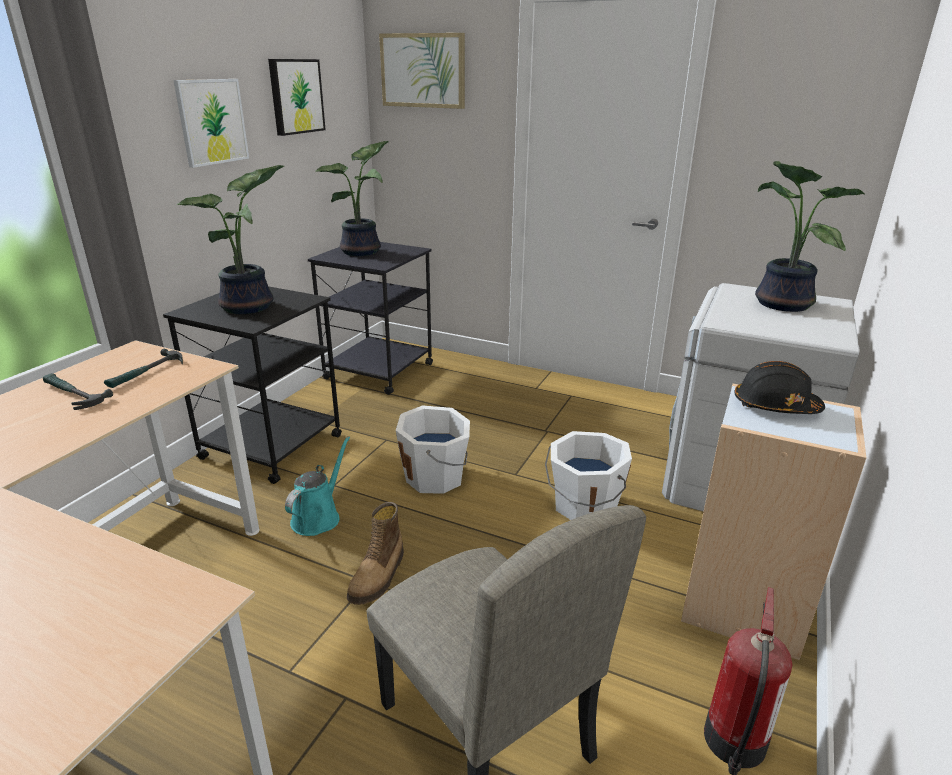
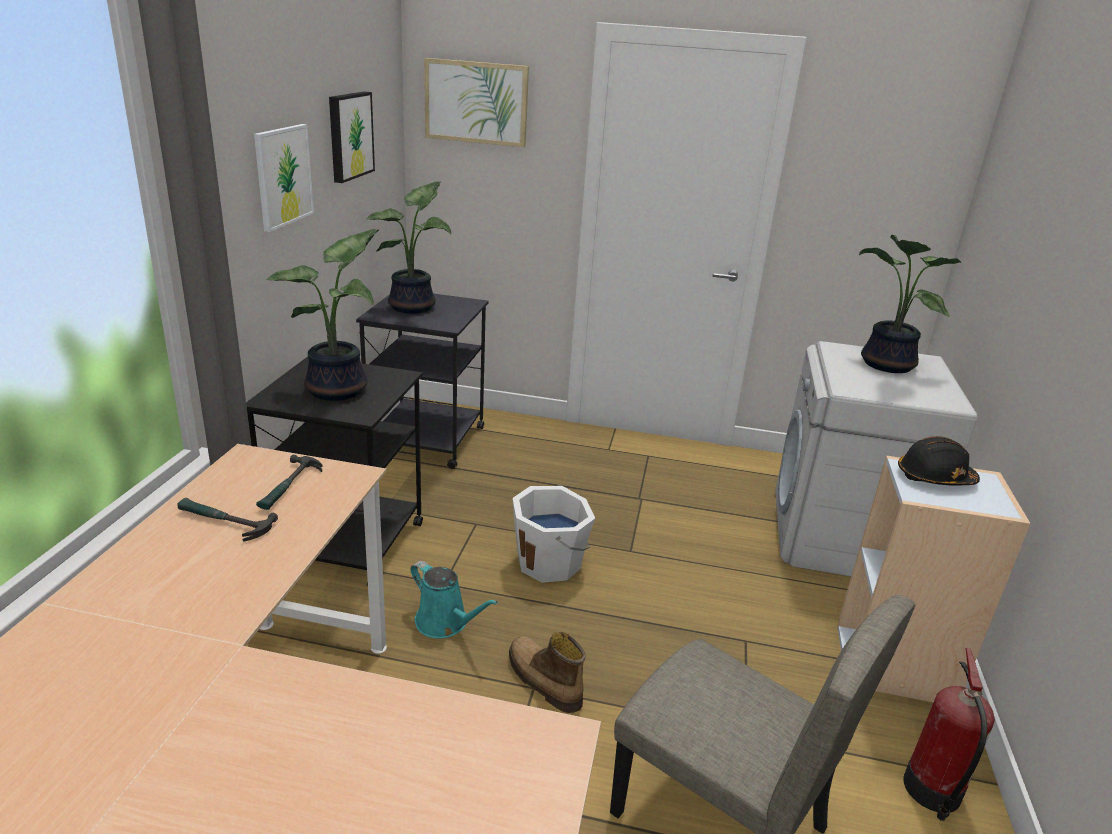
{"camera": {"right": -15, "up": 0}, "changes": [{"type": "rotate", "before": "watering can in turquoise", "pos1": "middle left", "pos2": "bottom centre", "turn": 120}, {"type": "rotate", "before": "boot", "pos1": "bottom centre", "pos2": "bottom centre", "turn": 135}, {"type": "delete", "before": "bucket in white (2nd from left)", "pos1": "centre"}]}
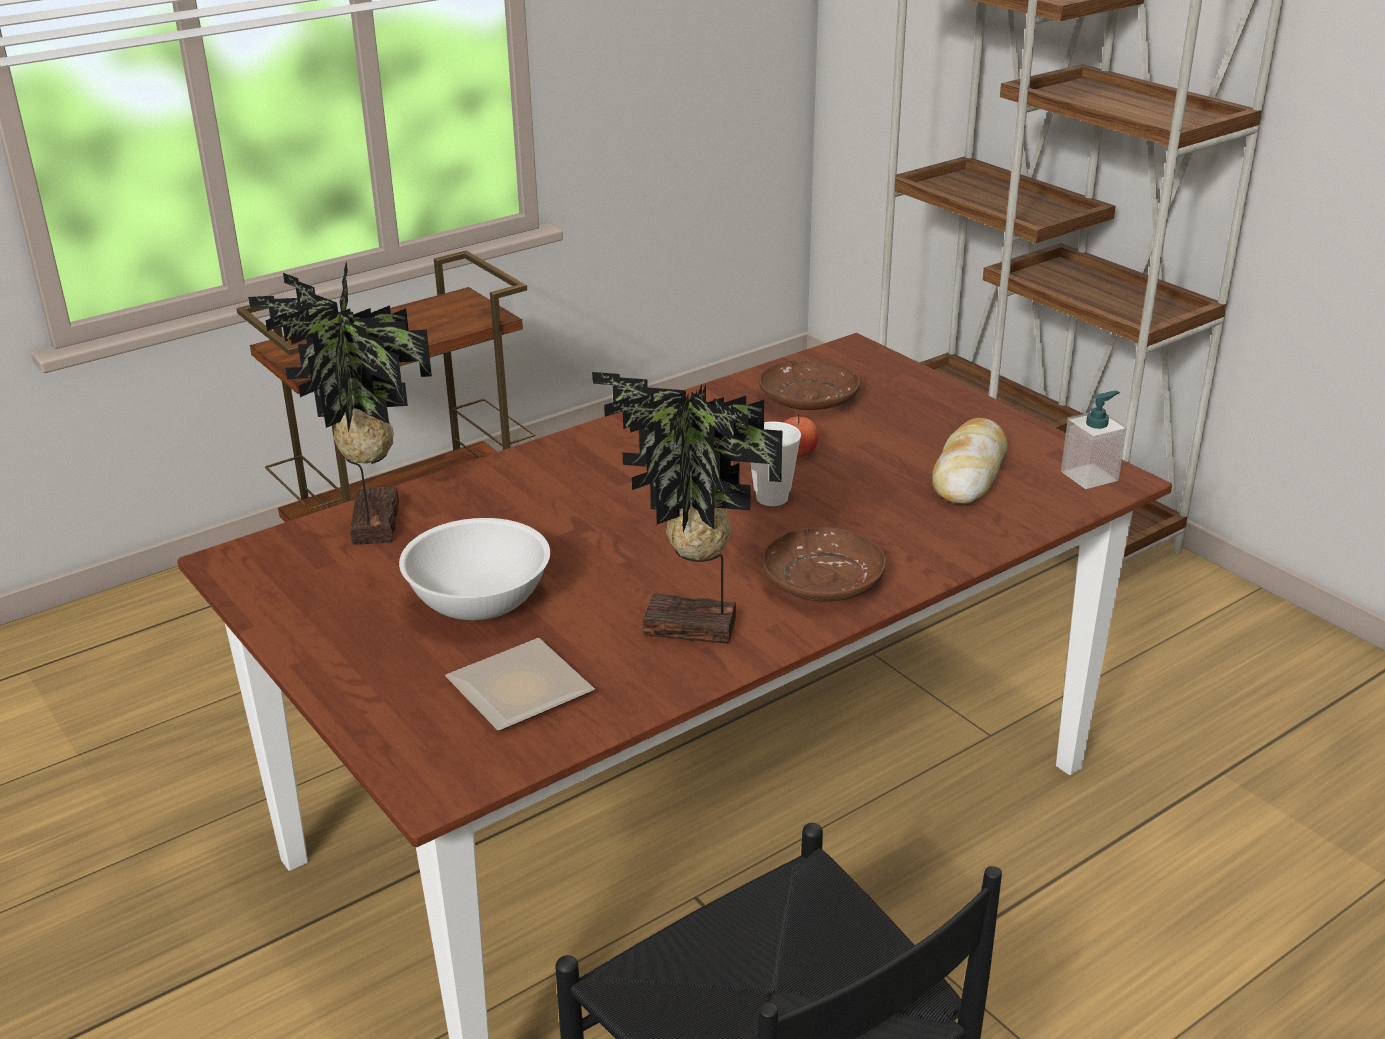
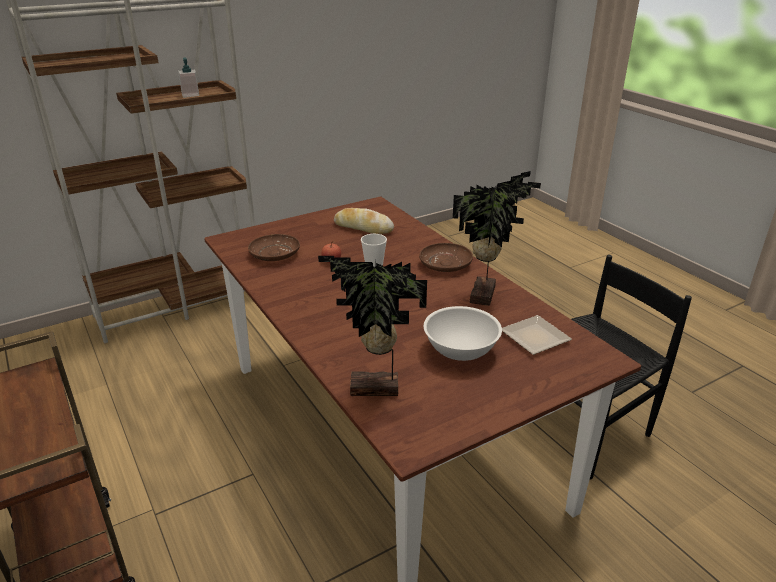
{"camera": {"right": -85, "up": 0}, "changes": [{"type": "move", "before": "soap dispenser", "pos1": "middle right", "pos2": "top left"}]}
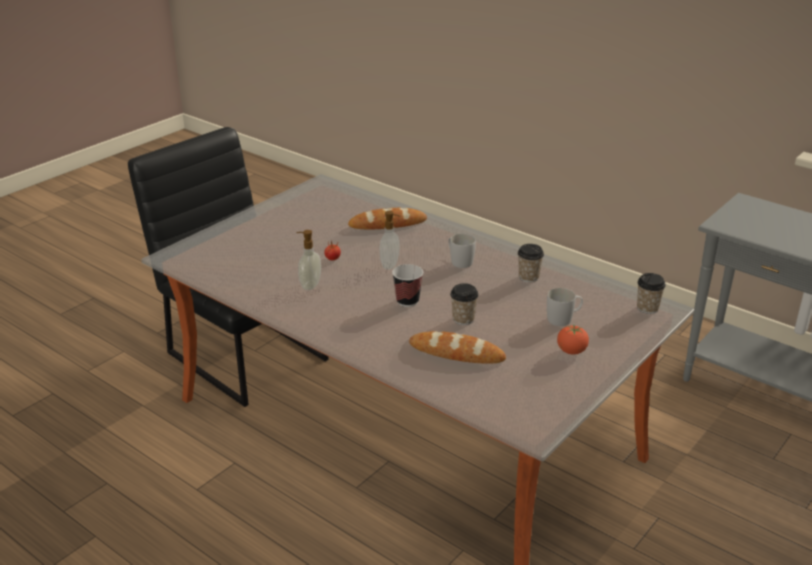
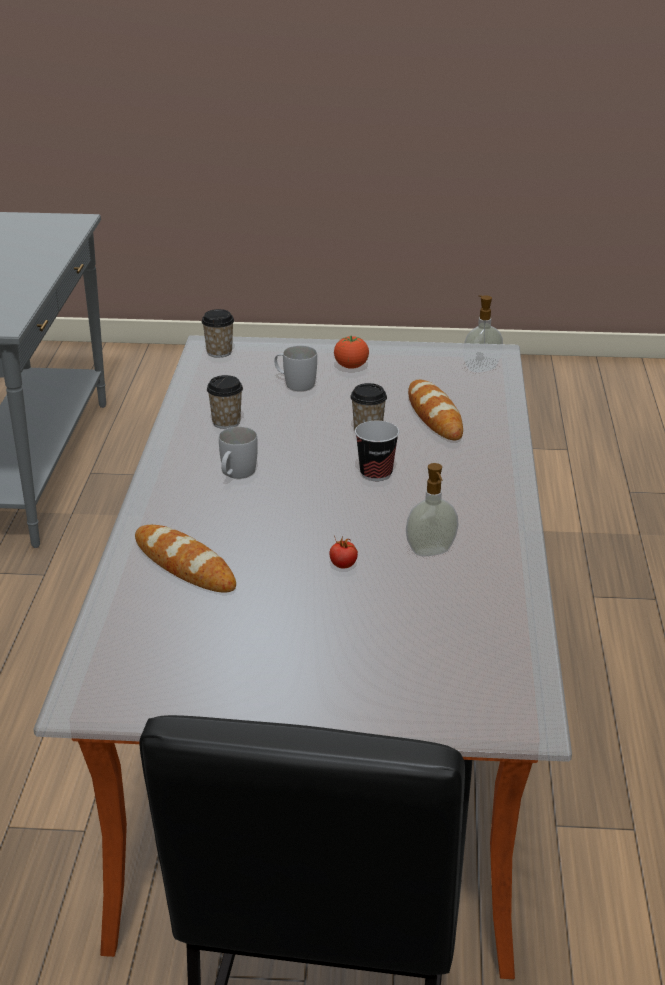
{"camera": {"right": -125, "up": 0}, "changes": [{"type": "move", "before": "soap dispenser (2nd from left)", "pos1": "centre", "pos2": "middle right"}]}
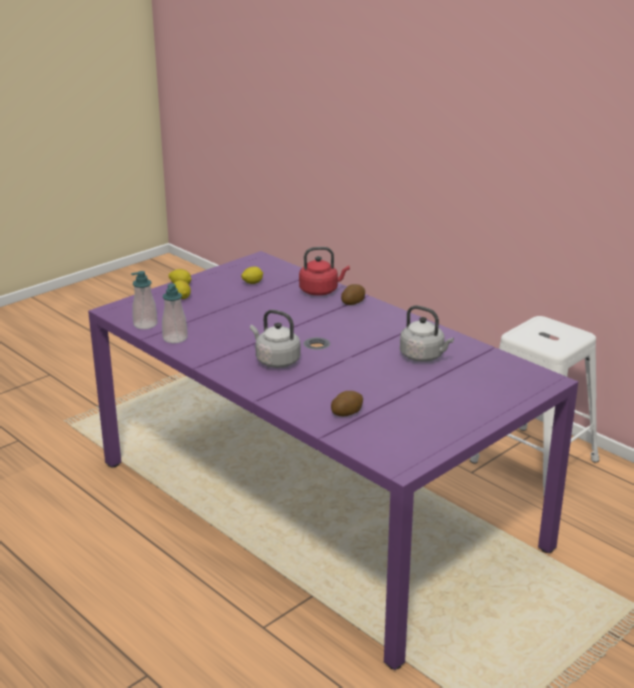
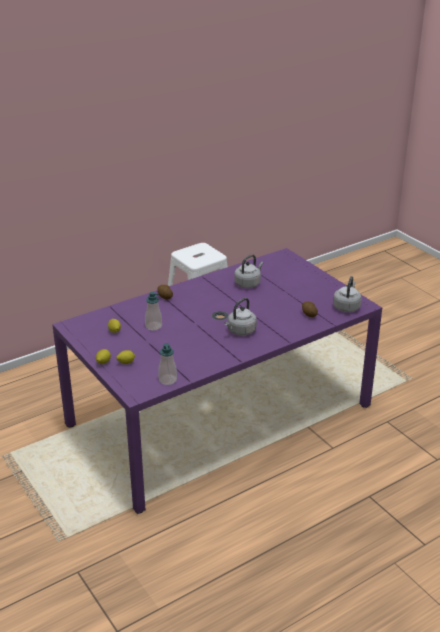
{"camera": {"right": -80, "up": 5}, "changes": [{"type": "move", "before": "soap dispenser (2nd from left in the first image)", "after": "soap dispenser (1st from left)", "pos1": "middle left", "pos2": "centre"}, {"type": "insert", "after": "kettle in grey (3rd from left)", "pos2": "middle right"}, {"type": "delete", "before": "kettle in red", "pos1": "centre"}]}
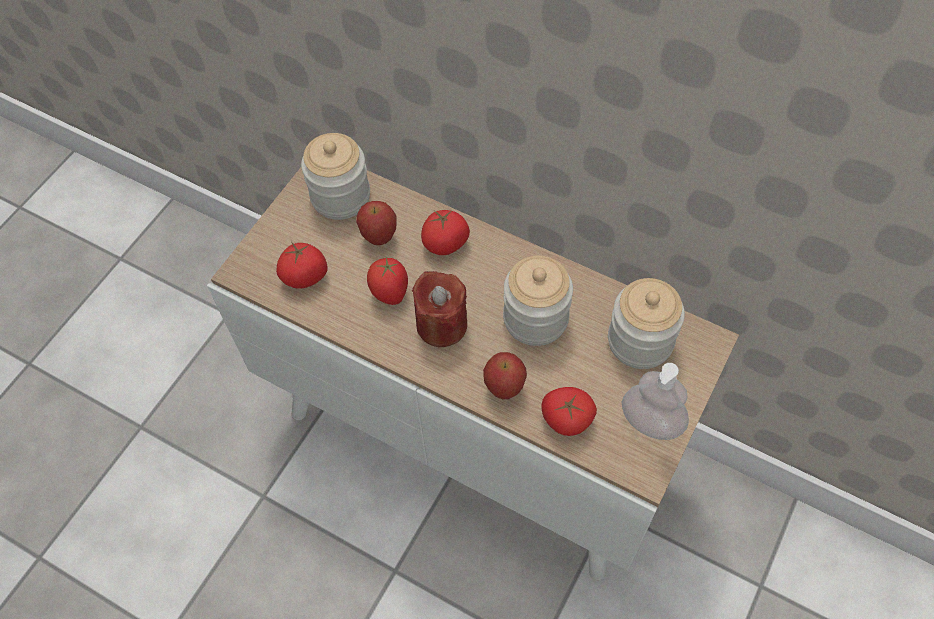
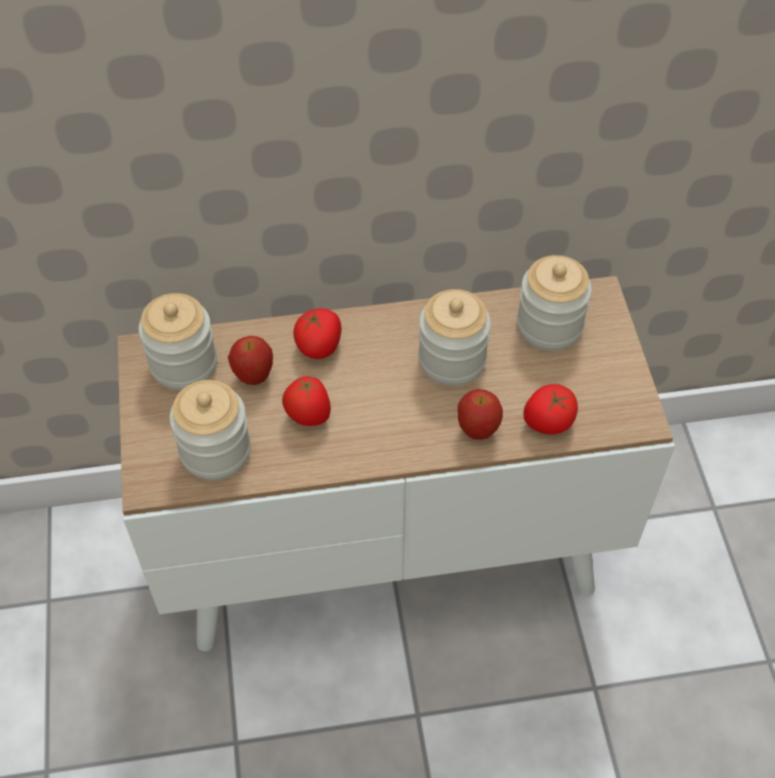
{"camera": {"right": -40, "up": -5}, "changes": [{"type": "replace", "before": "tomato (1st from left)", "after": "jar (2nd from left)", "pos1": "middle left", "pos2": "middle left"}, {"type": "delete", "before": "candle in red", "pos1": "centre"}, {"type": "delete", "before": "soap dispenser", "pos1": "middle right"}]}
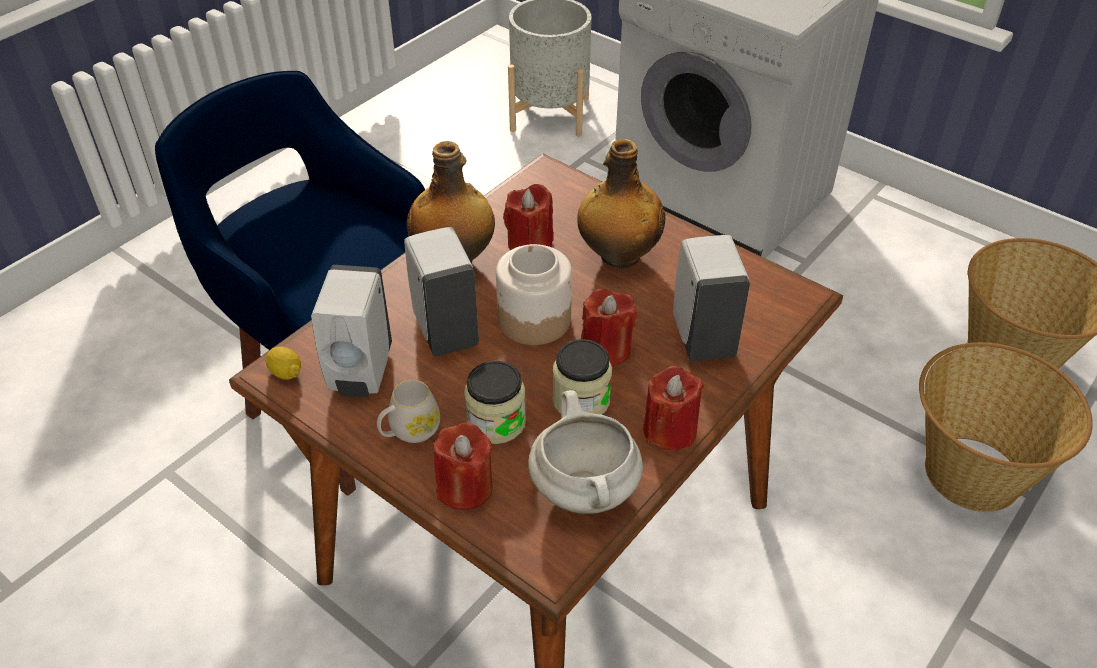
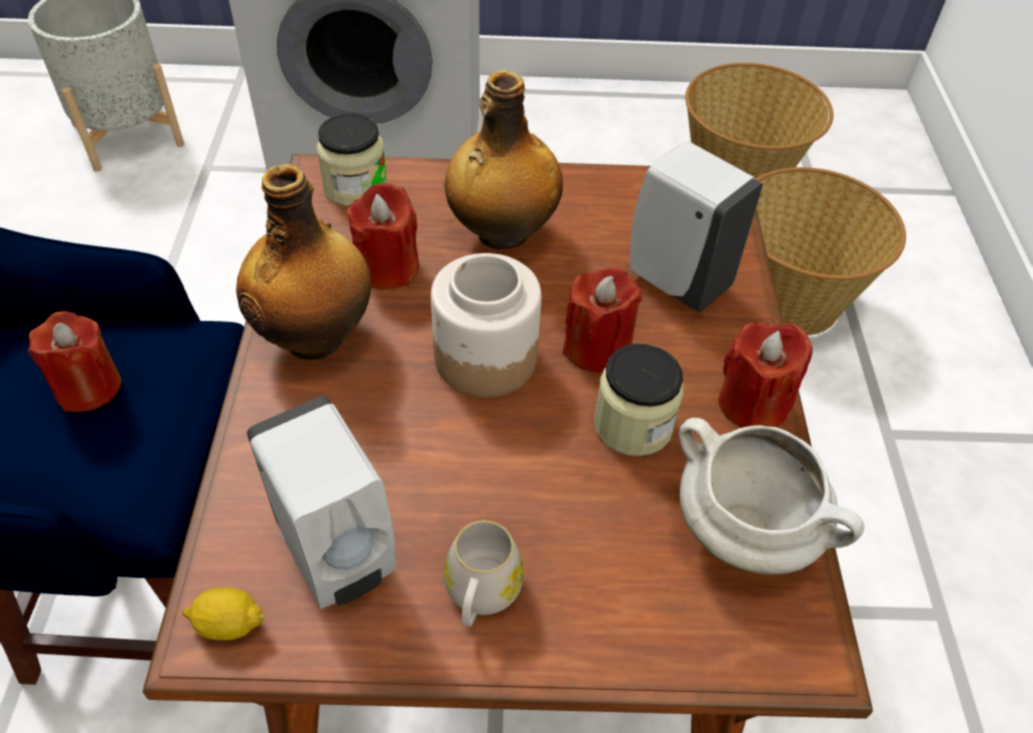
{"camera": {"right": -40, "up": 5}, "changes": [{"type": "move", "before": "candle in red (1st from left)", "pos1": "bottom centre", "pos2": "middle left"}, {"type": "move", "before": "jar (1st from left)", "pos1": "centre", "pos2": "top centre"}, {"type": "delete", "before": "soap dispenser in white (2nd from left)", "pos1": "centre"}]}
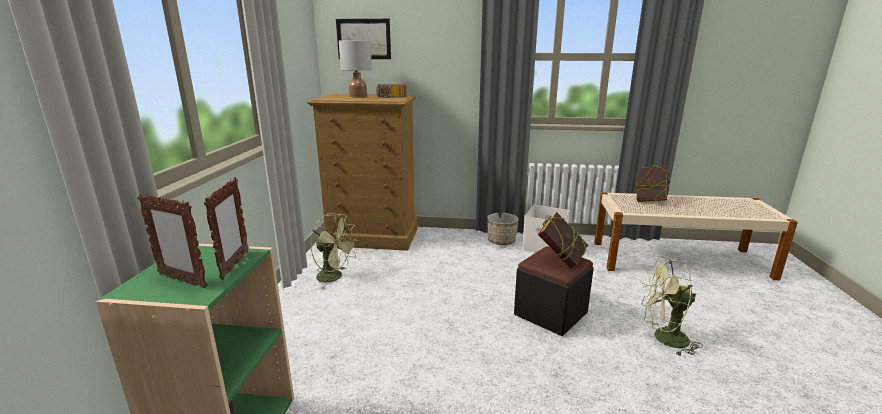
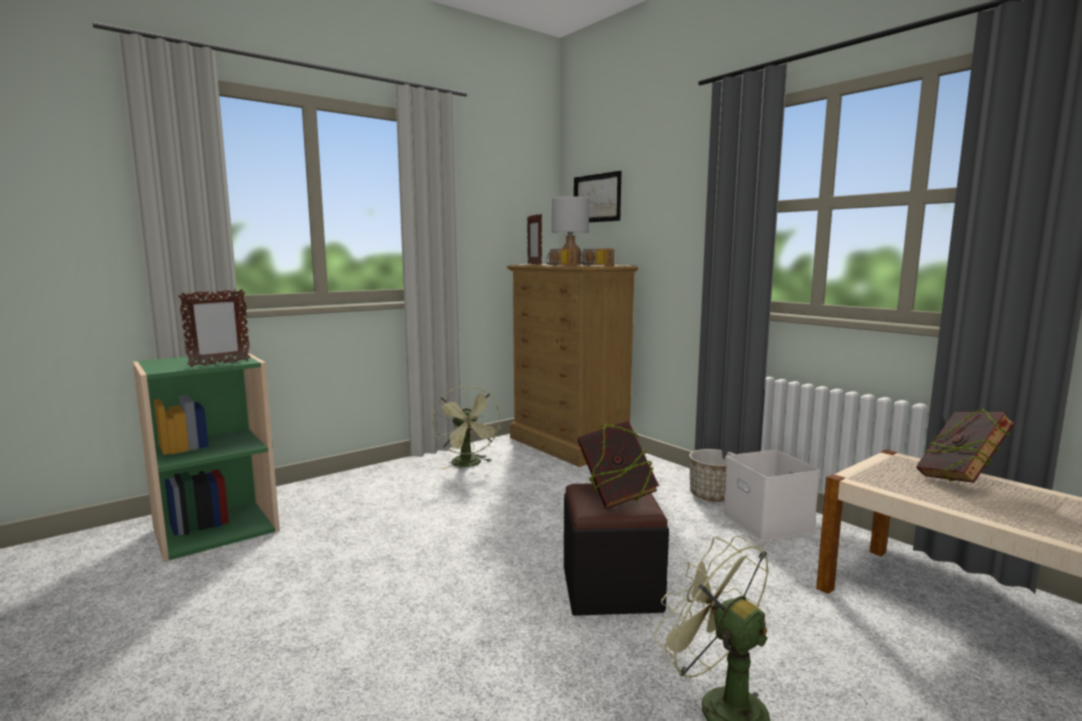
{"camera": {"right": 45, "up": -10}, "changes": [{"type": "move", "before": "picture frame (1st from left in the first image)", "after": "picture frame (2nd from left)", "pos1": "middle left", "pos2": "top centre"}, {"type": "insert", "after": "radio (1st from left)", "pos2": "centre"}]}
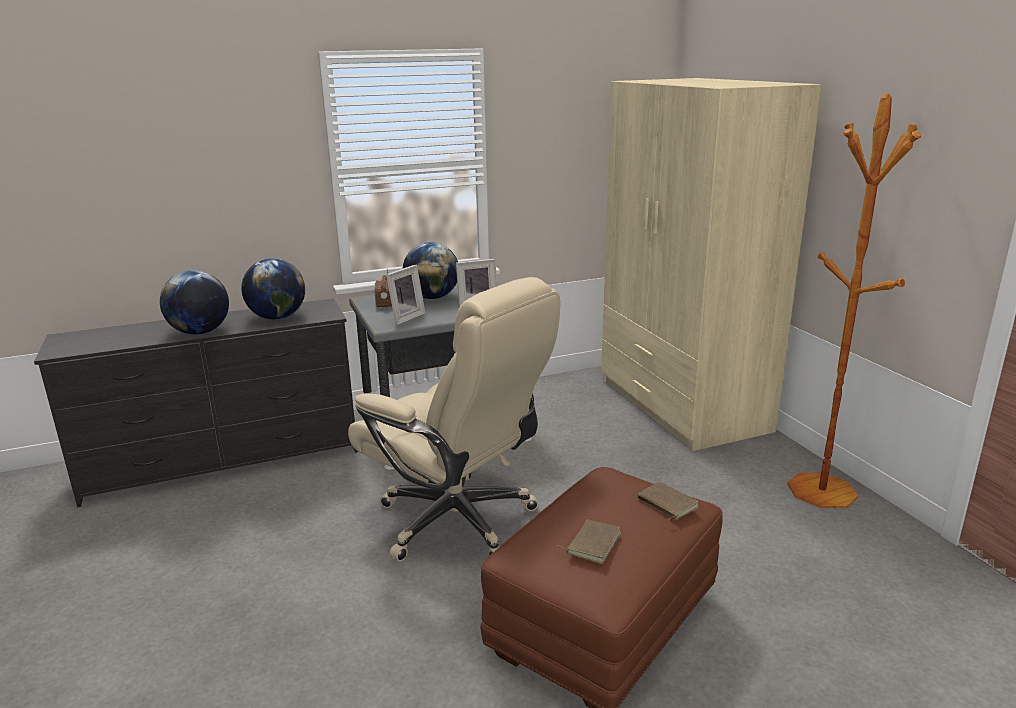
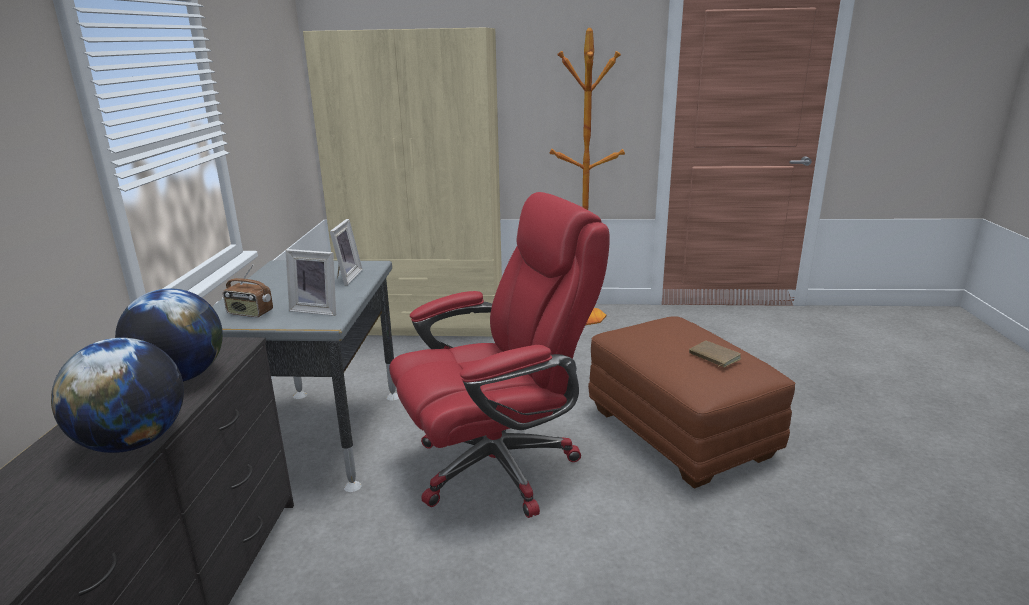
{"camera": {"right": -65, "up": 0}, "changes": [{"type": "rotate", "before": "picture frame (1st from left)", "pos1": "centre", "pos2": "middle left", "turn": 135}, {"type": "recolor", "before": "office chair in beige", "after": "office chair in red", "pos1": "centre", "pos2": "centre"}, {"type": "delete", "before": "globe (3rd from left)", "pos1": "centre"}, {"type": "delete", "before": "book in brown (2nd from left)", "pos1": "bottom centre"}]}
